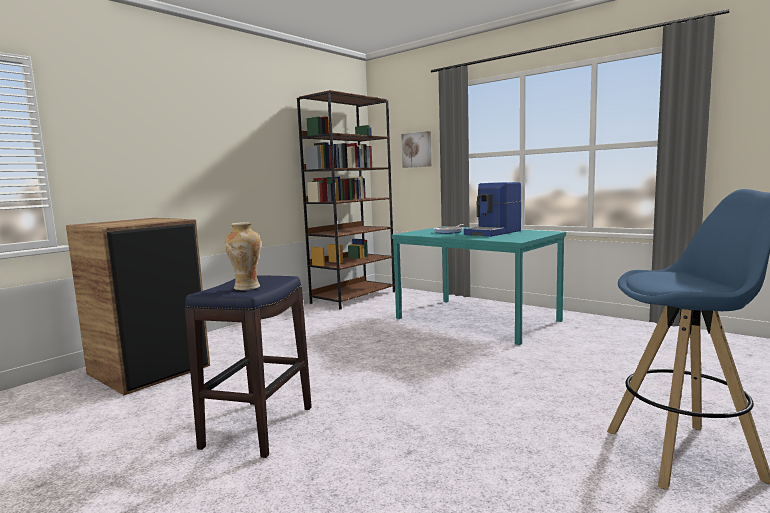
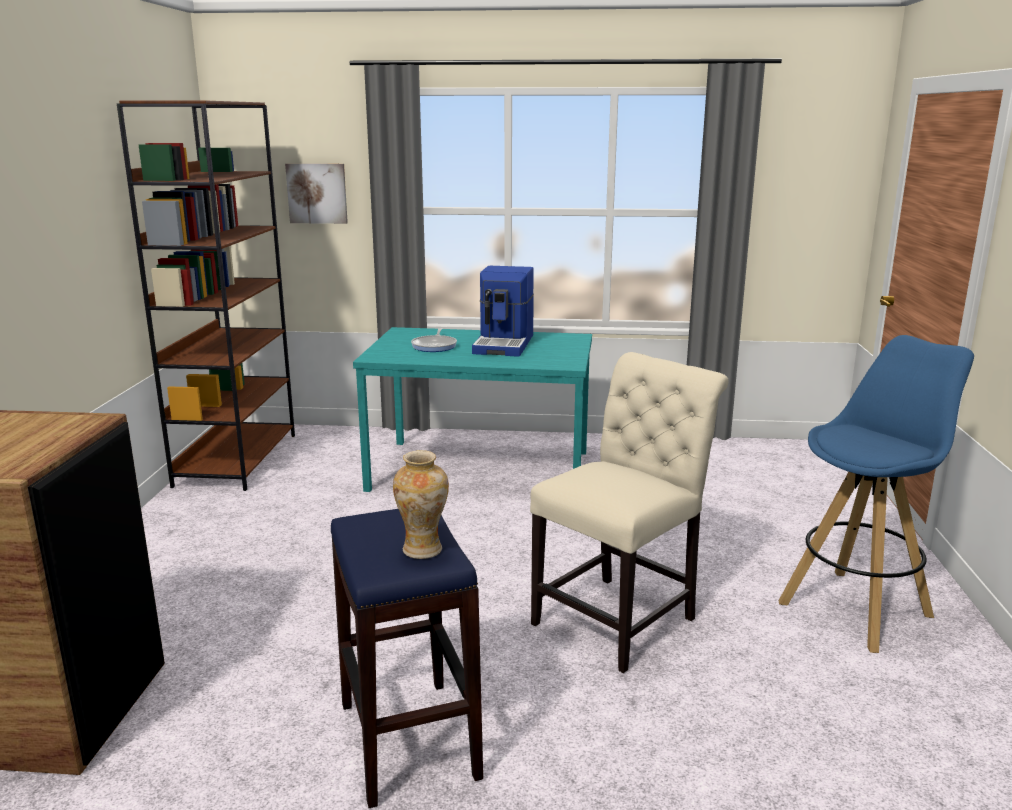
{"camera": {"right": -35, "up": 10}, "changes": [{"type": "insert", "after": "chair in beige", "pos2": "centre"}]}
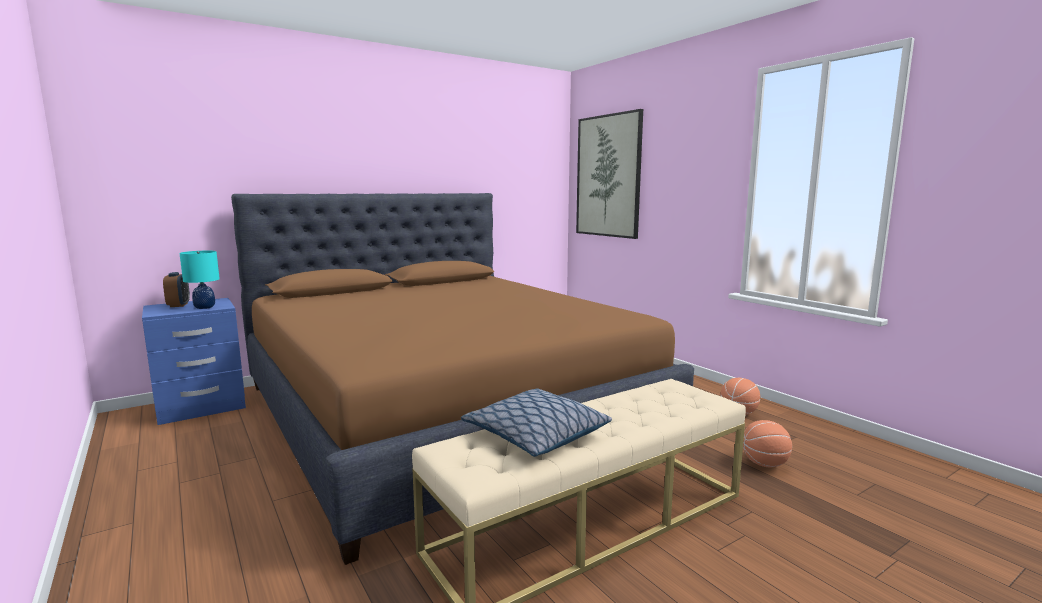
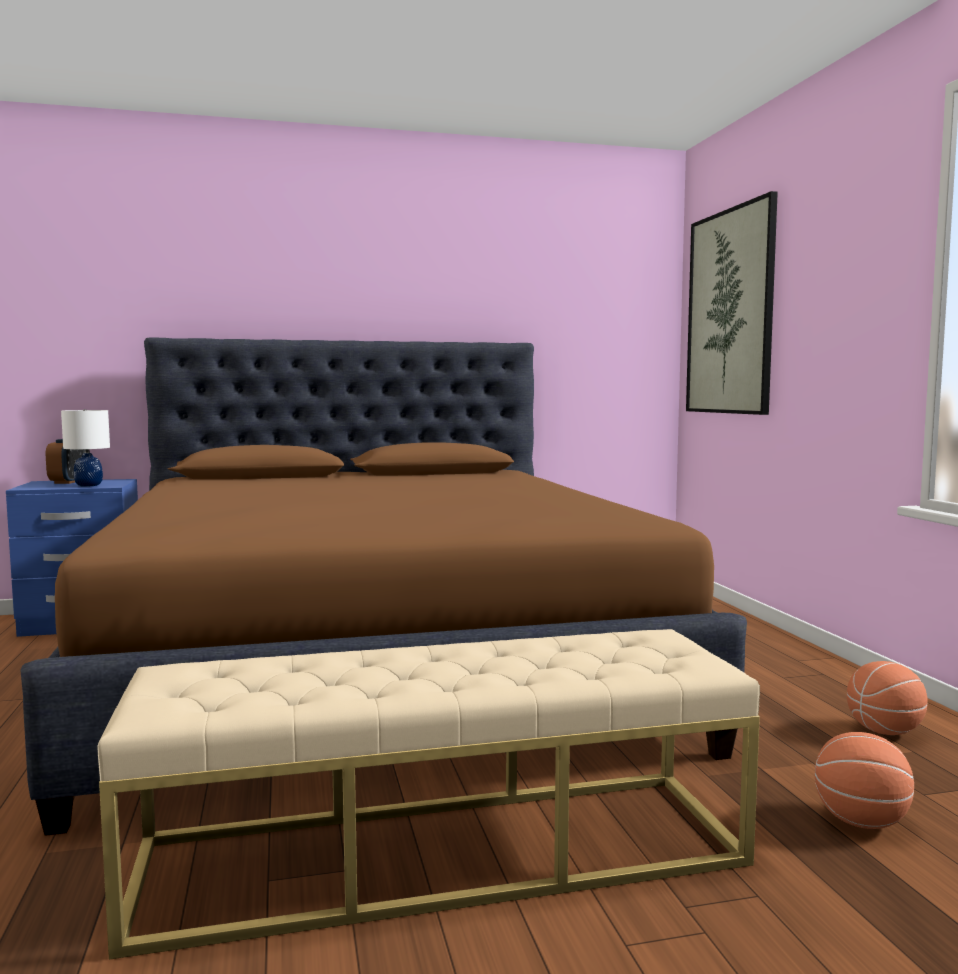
{"camera": {"right": 20, "up": -5}, "changes": [{"type": "recolor", "before": "table lamp in turquoise", "after": "table lamp in white", "pos1": "middle left", "pos2": "middle left"}, {"type": "delete", "before": "pillow", "pos1": "bottom centre"}]}
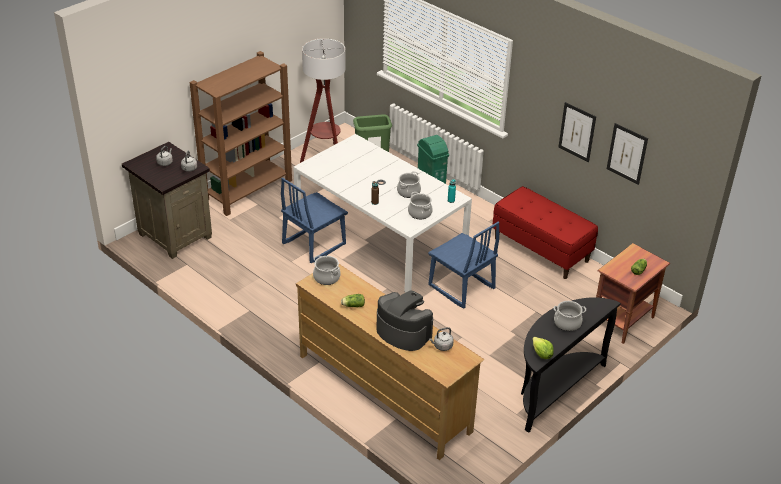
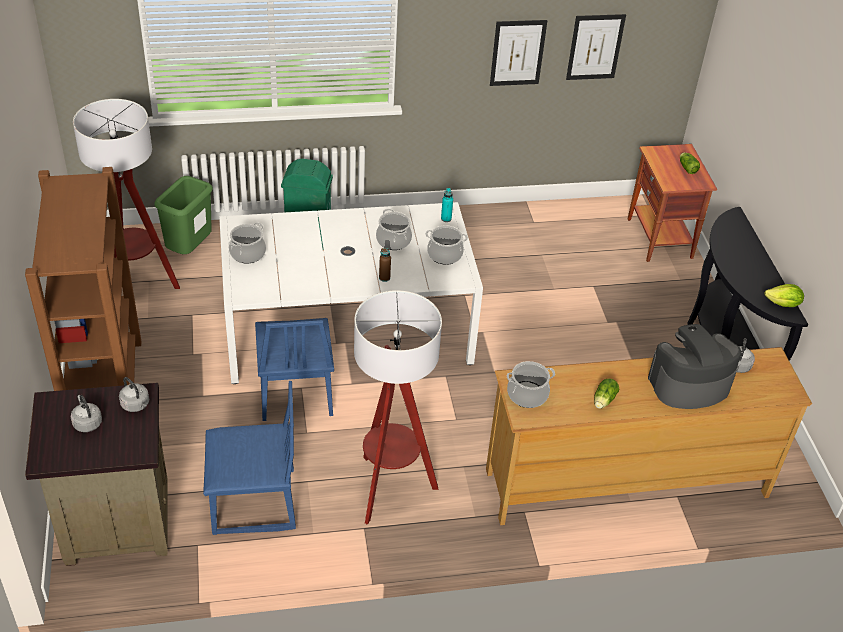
{"camera": {"right": -55, "up": 5}, "changes": [{"type": "move", "before": "chair in blue (2nd from left in the first image)", "after": "chair in blue (1st from left)", "pos1": "centre", "pos2": "bottom left"}, {"type": "move", "before": "cooking pot (4th from left in the first image)", "after": "cooking pot (1st from left)", "pos1": "middle right", "pos2": "middle left"}, {"type": "insert", "after": "floor lamp (2nd from left)", "pos2": "centre"}, {"type": "delete", "before": "bench in red", "pos1": "middle right"}]}
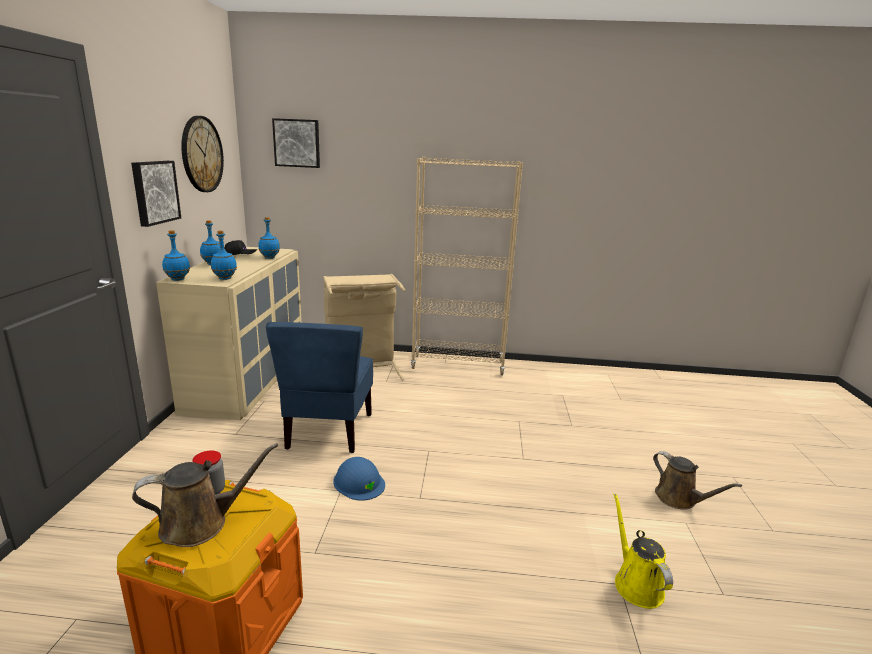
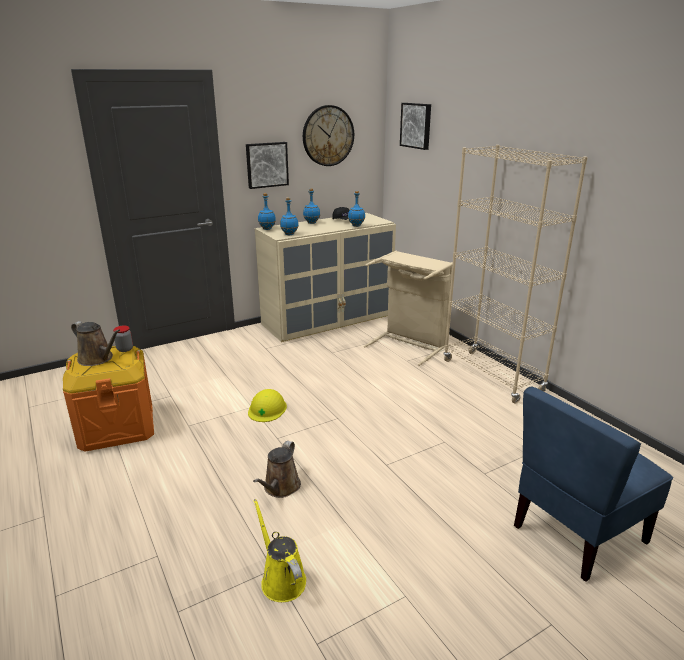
{"camera": {"right": 55, "up": 5}, "changes": [{"type": "recolor", "before": "hard hat in blue", "after": "hard hat in yellow", "pos1": "bottom centre", "pos2": "centre"}, {"type": "move", "before": "watering can in brown (2nd from left)", "pos1": "bottom right", "pos2": "bottom centre"}, {"type": "rotate", "before": "watering can in yellow", "pos1": "bottom right", "pos2": "bottom centre", "turn": -75}, {"type": "move", "before": "chair in blue", "pos1": "centre", "pos2": "bottom right"}]}
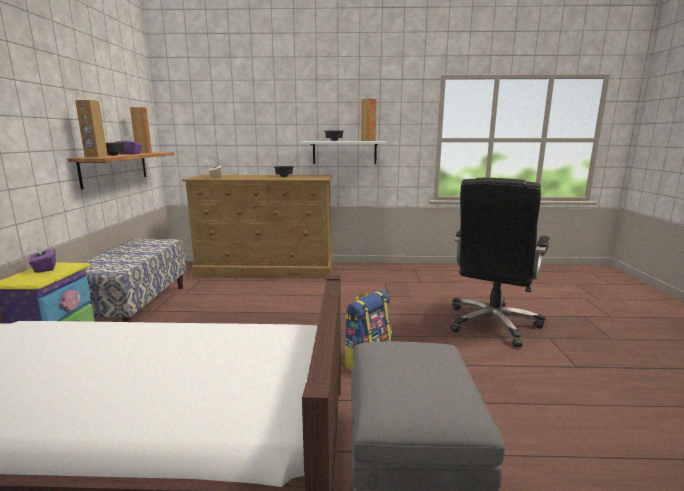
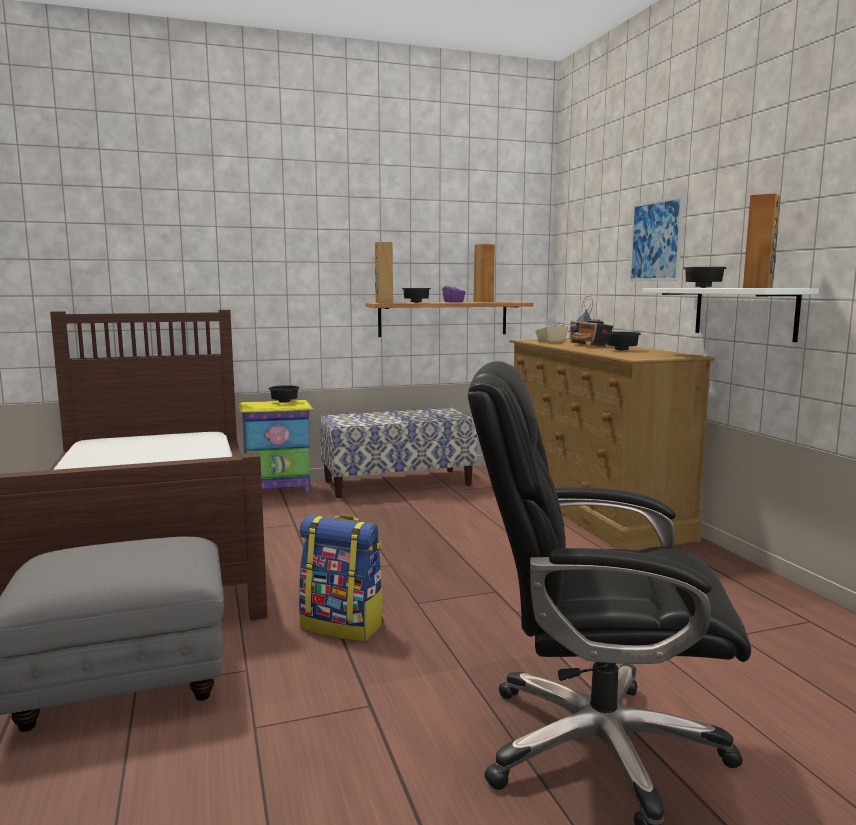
{"camera": {"right": 70, "up": -5}, "changes": [{"type": "replace", "before": "tissue box in purple (1st from left)", "after": "bowl in black (1st from left)", "pos1": "middle left", "pos2": "middle left"}, {"type": "insert", "after": "radio", "pos2": "middle right"}, {"type": "insert", "after": "picture", "pos2": "top right"}]}
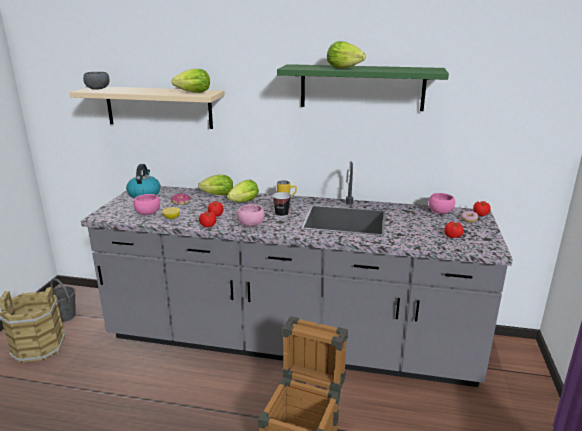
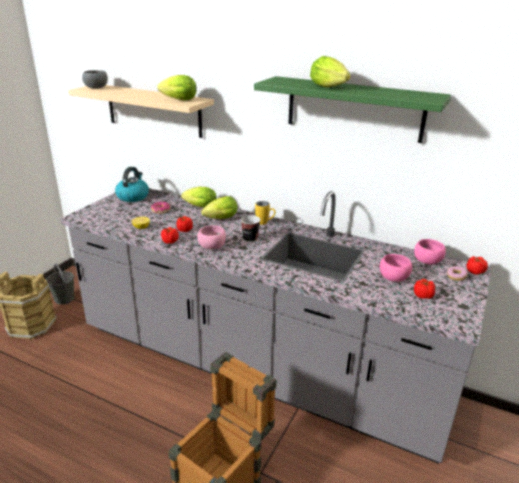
{"camera": {"right": 15, "up": 5}, "changes": [{"type": "move", "before": "bowl in pink (1st from left in the first image)", "after": "bowl in pink (2nd from left)", "pos1": "middle left", "pos2": "middle right"}]}
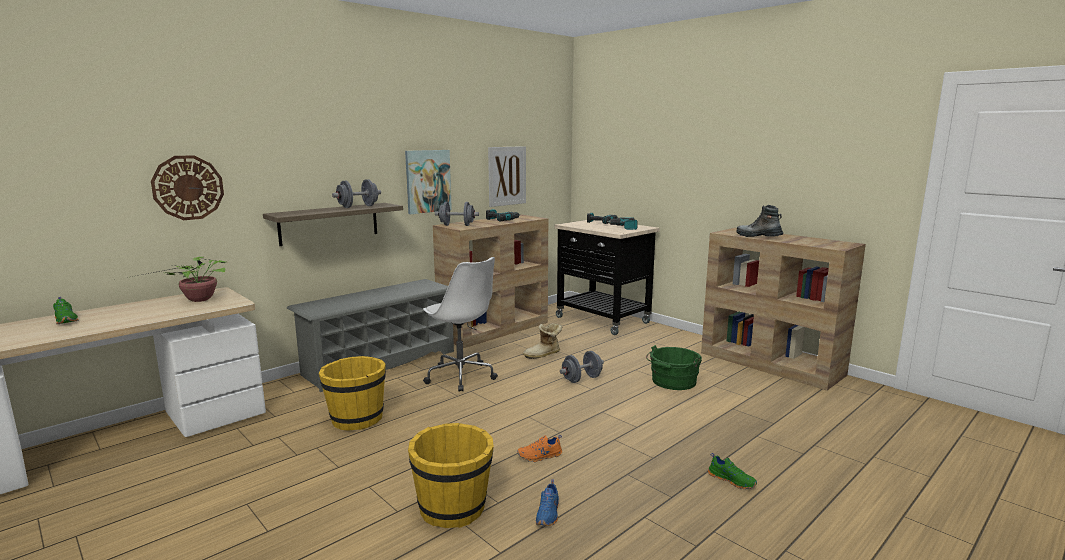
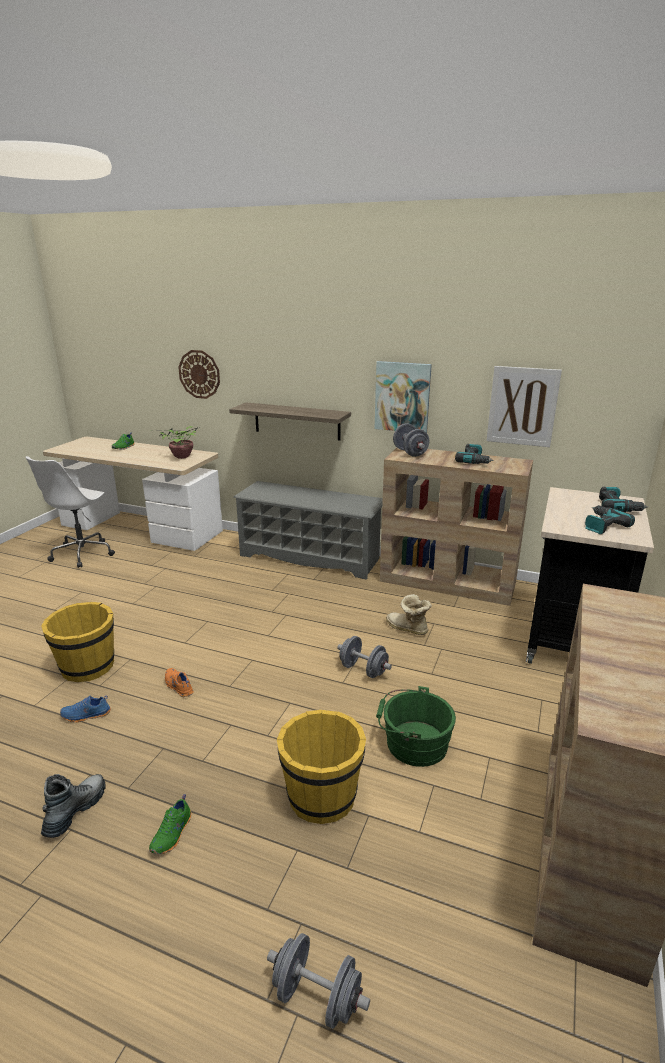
{"camera": {"right": 65, "up": 10}, "changes": [{"type": "move", "before": "office chair in white", "pos1": "centre", "pos2": "middle left"}, {"type": "move", "before": "boot (2nd from left in the first image)", "after": "boot (1st from left)", "pos1": "middle right", "pos2": "bottom left"}, {"type": "move", "before": "dumbbell in grey (1st from left)", "pos1": "centre", "pos2": "bottom centre"}, {"type": "move", "before": "bucket in yellow (1st from left in the first image)", "after": "bucket in yellow (2nd from left)", "pos1": "bottom left", "pos2": "bottom centre"}]}
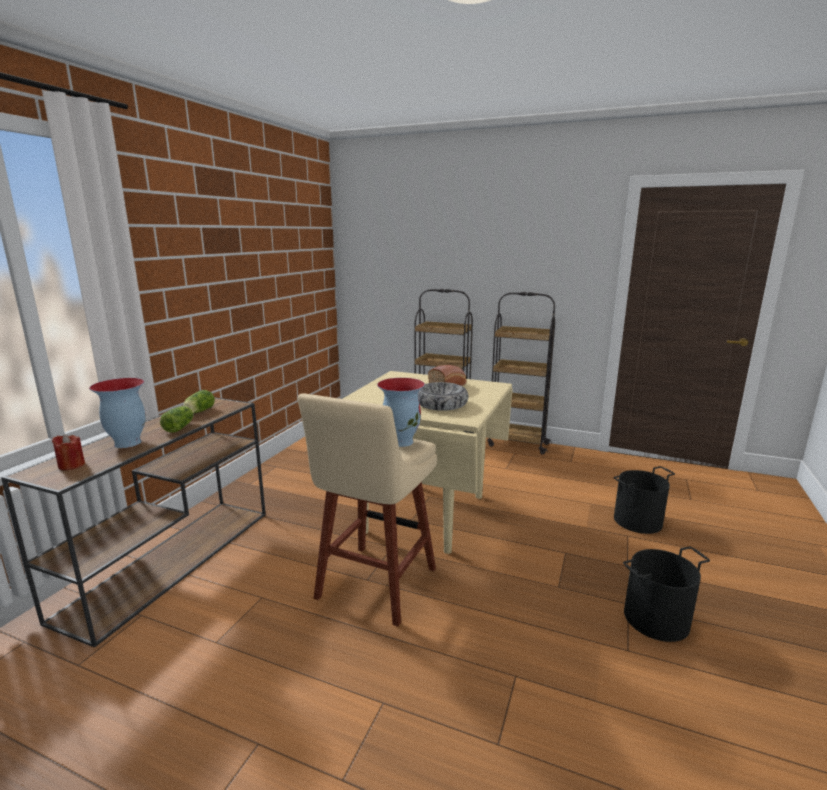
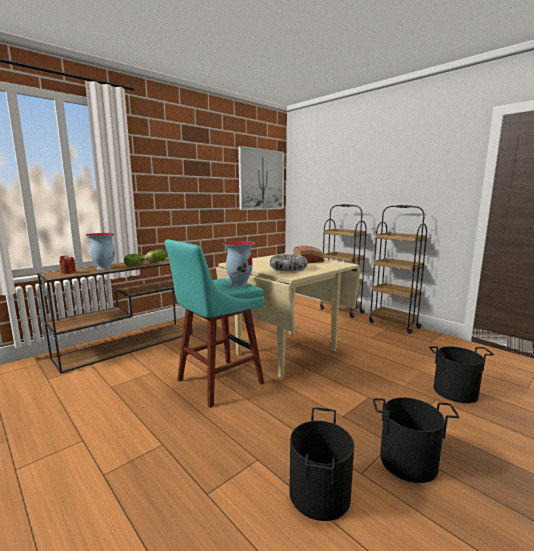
{"camera": {"right": 25, "up": -5}, "changes": [{"type": "recolor", "before": "stool in beige", "after": "stool in turquoise", "pos1": "centre", "pos2": "centre"}, {"type": "insert", "after": "picture", "pos2": "top centre"}, {"type": "insert", "after": "bucket in black (1st from left)", "pos2": "bottom centre"}]}
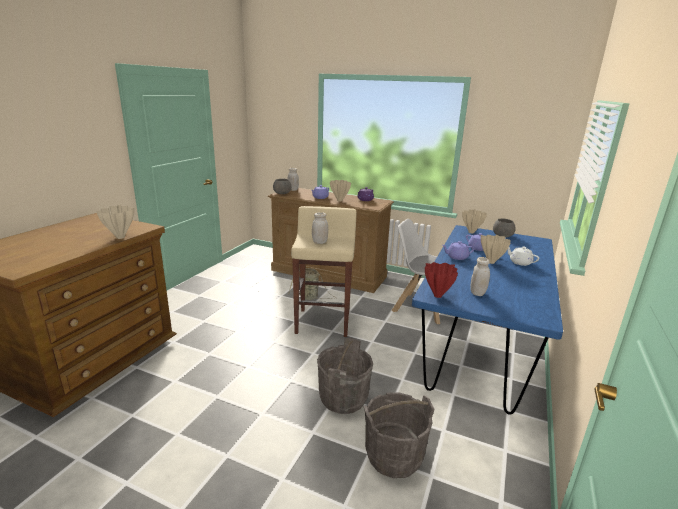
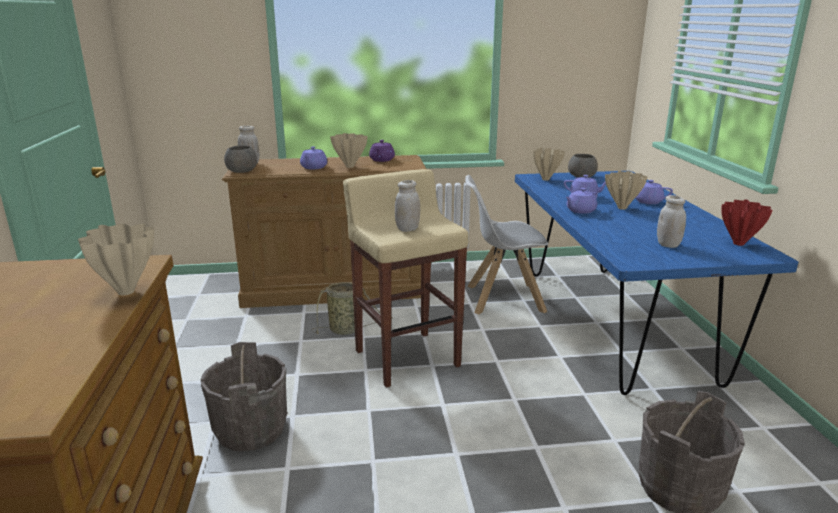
{"camera": {"right": -30, "up": 0}, "changes": [{"type": "move", "before": "bucket in grey (1st from left)", "pos1": "bottom centre", "pos2": "bottom left"}, {"type": "recolor", "before": "teapot in white", "after": "teapot in purple (5th from left)", "pos1": "middle right", "pos2": "middle right"}, {"type": "move", "before": "vase in red", "pos1": "centre", "pos2": "middle right"}]}
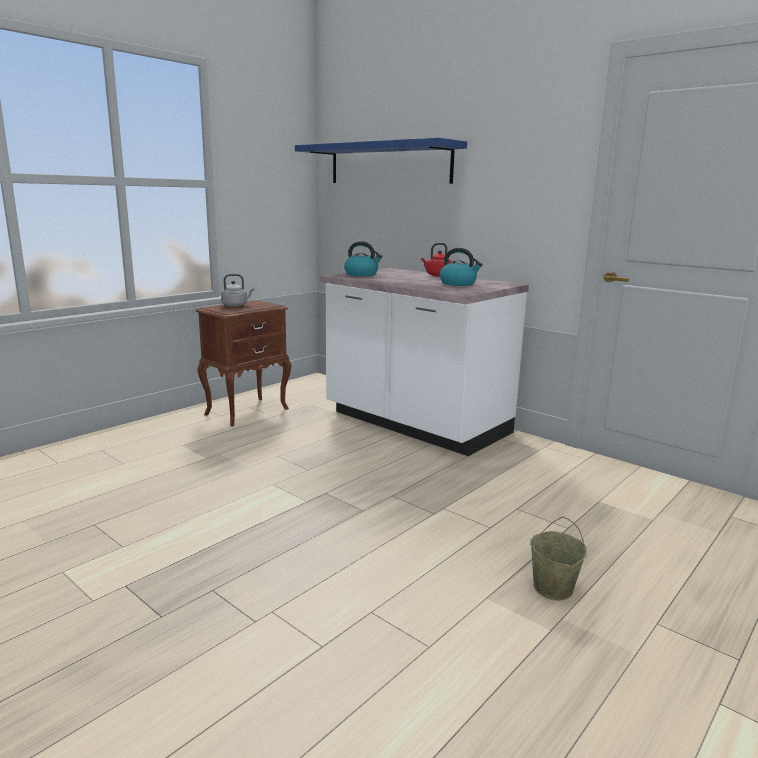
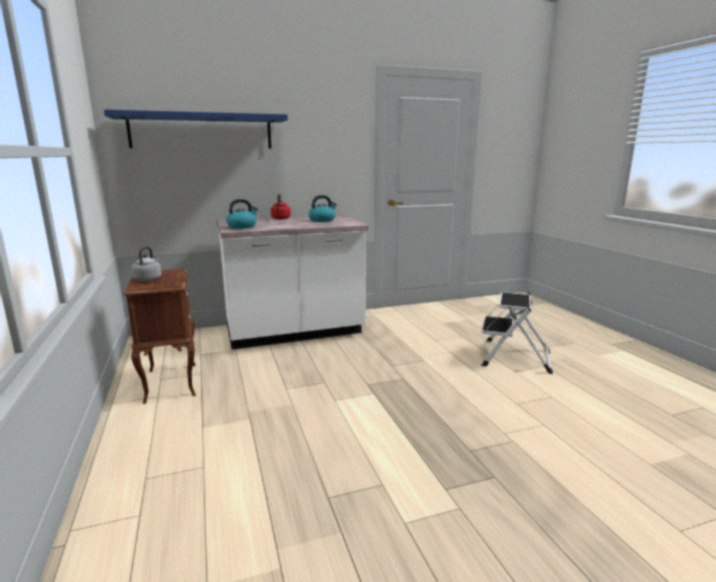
{"camera": {"right": -60, "up": 0}, "changes": [{"type": "replace", "before": "bucket in beige", "after": "step ladder", "pos1": "bottom right", "pos2": "middle right"}]}
